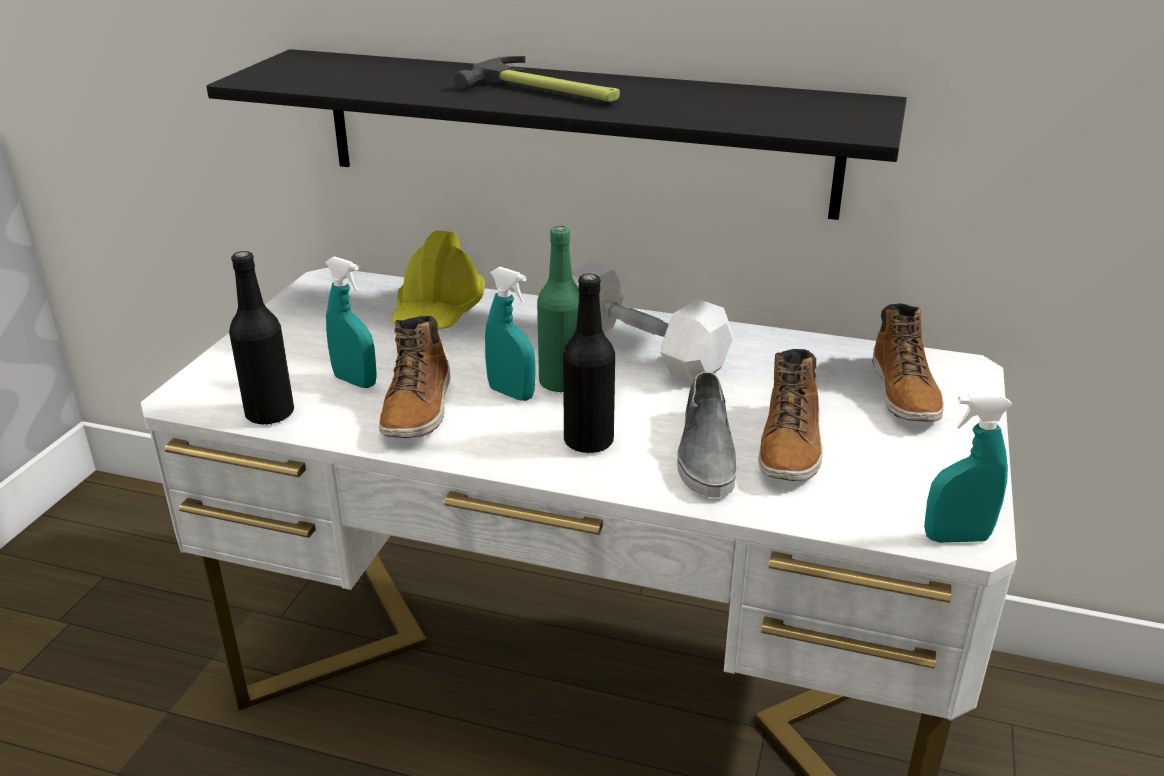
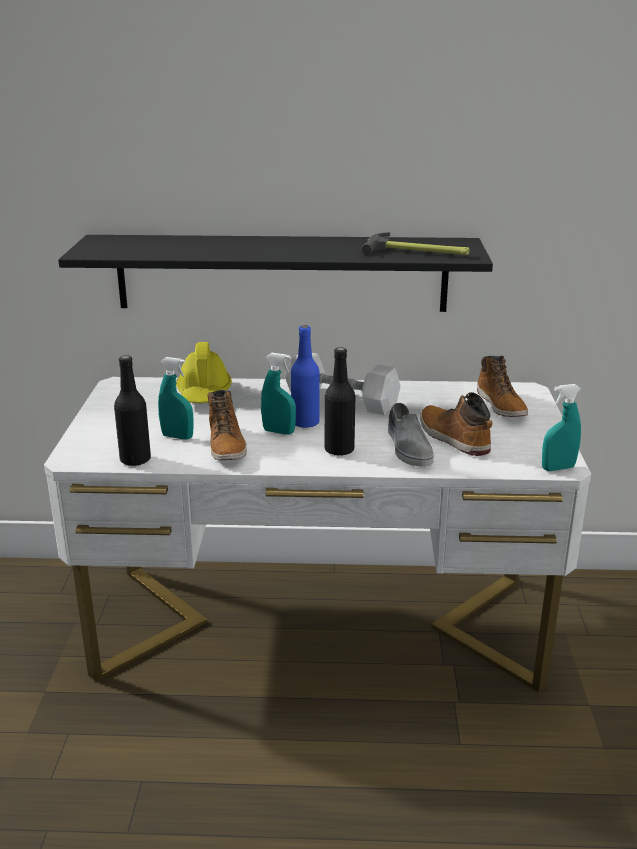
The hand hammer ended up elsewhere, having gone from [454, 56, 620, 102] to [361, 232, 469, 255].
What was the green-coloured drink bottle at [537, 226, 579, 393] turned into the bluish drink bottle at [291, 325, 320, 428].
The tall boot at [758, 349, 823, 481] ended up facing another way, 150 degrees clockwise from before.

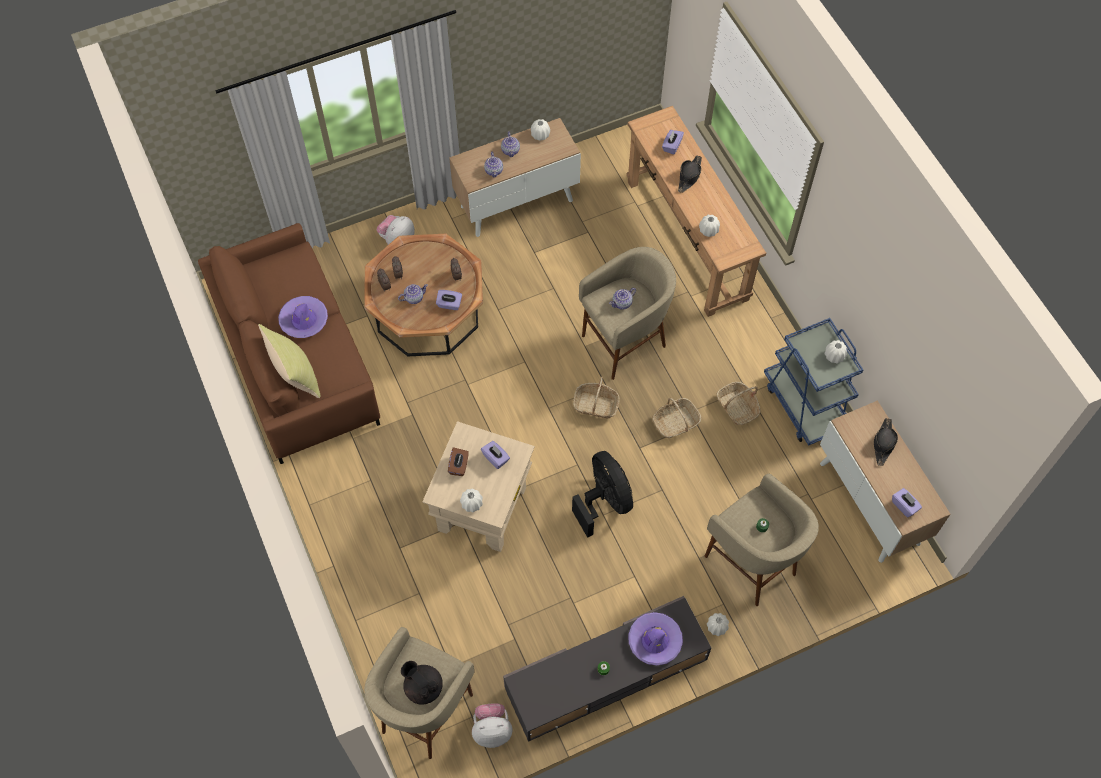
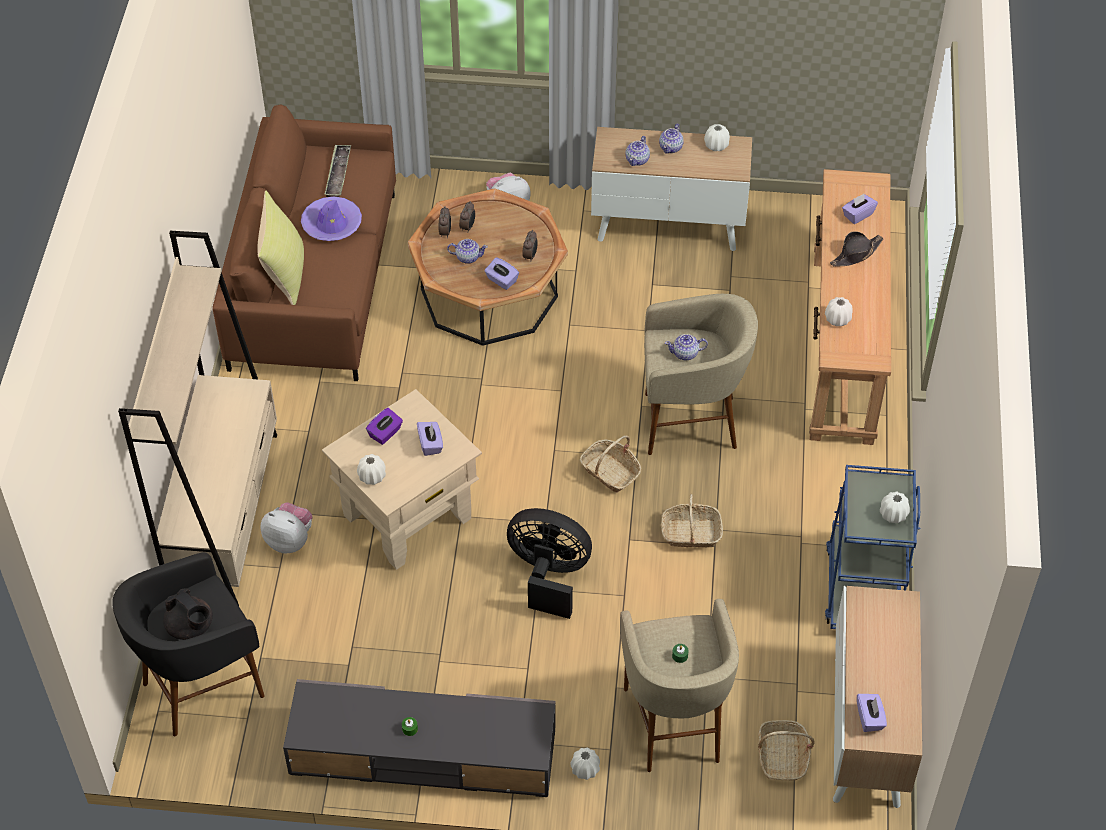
The basket ended up elsewhere, having gone from [716, 382, 761, 425] to [758, 720, 815, 781].
The second view lost the black hat at [874, 418, 898, 466].
What was the brown-coloured tissue box at [448, 447, 469, 476] turned into the purple tissue box at [366, 408, 403, 445].
The black electric fan at [572, 451, 633, 538] ended up facing another way, 75 degrees counterclockwise from before.
The second view lost the purple hat at [628, 612, 683, 665].
What was the beige stool at [364, 627, 475, 759] turned into the black stool at [112, 552, 264, 736].
The black teapot at [401, 661, 443, 704] ended up facing another way, 150 degrees clockwise from before.
The cuddly toy ended up elsewhere, having gone from [472, 703, 512, 748] to [260, 503, 312, 553].
The second view gained the tray at [324, 144, 351, 197].
The second view gained the beige bookshelf at [118, 231, 277, 606].

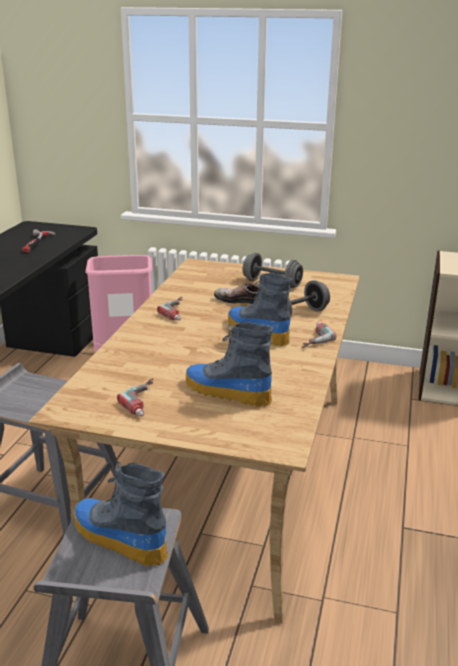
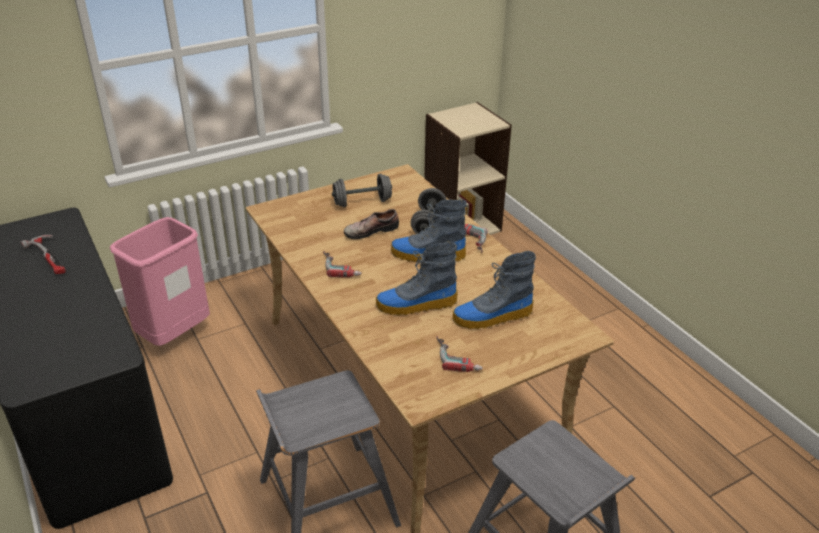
The tall boot ended up elsewhere, having gone from [74, 461, 168, 566] to [376, 241, 458, 316].

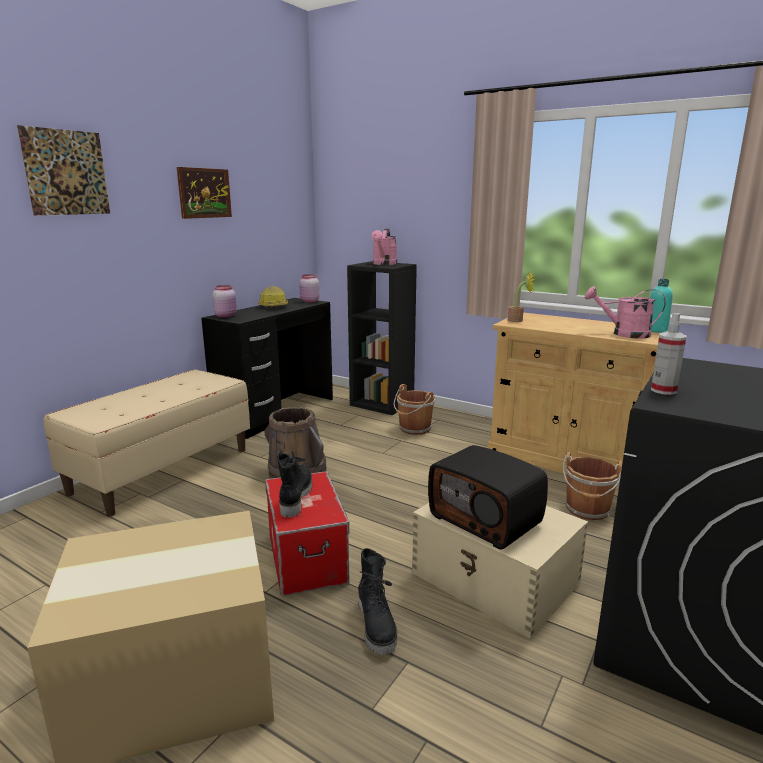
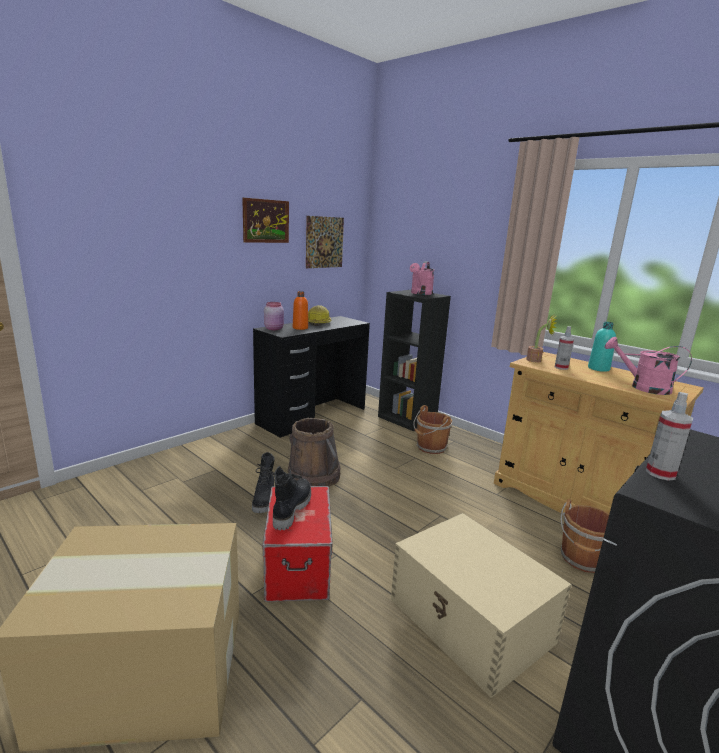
The picture ended up elsewhere, having gone from [17, 125, 110, 215] to [306, 216, 344, 268].
The second view lost the pink preserve jar at [299, 274, 320, 303].
The blue-green drink bottle ended up elsewhere, having gone from [650, 279, 673, 333] to [588, 322, 616, 372].
The second view lost the beige long seat at [44, 369, 250, 517].
The second view lost the radio set at [428, 445, 548, 550].
The black tall boot ended up elsewhere, having gone from [358, 548, 397, 655] to [252, 452, 275, 513].
The second view gained the orange-coloured drink bottle at [293, 291, 308, 330].
The second view gained the hand sprayer at [555, 326, 574, 370].

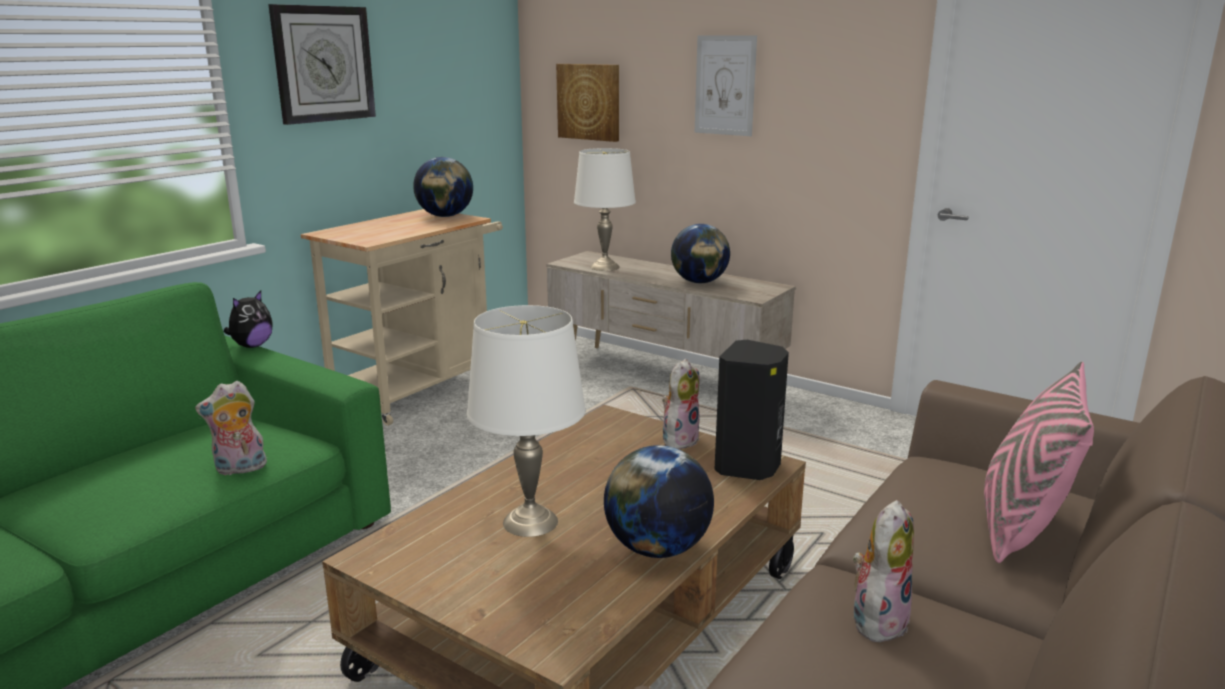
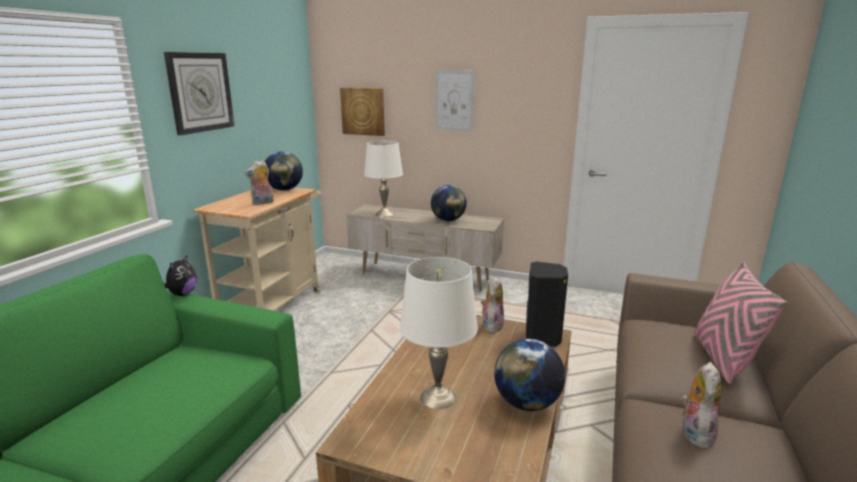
The cuddly toy ended up elsewhere, having gone from [195, 381, 267, 475] to [245, 161, 274, 205].

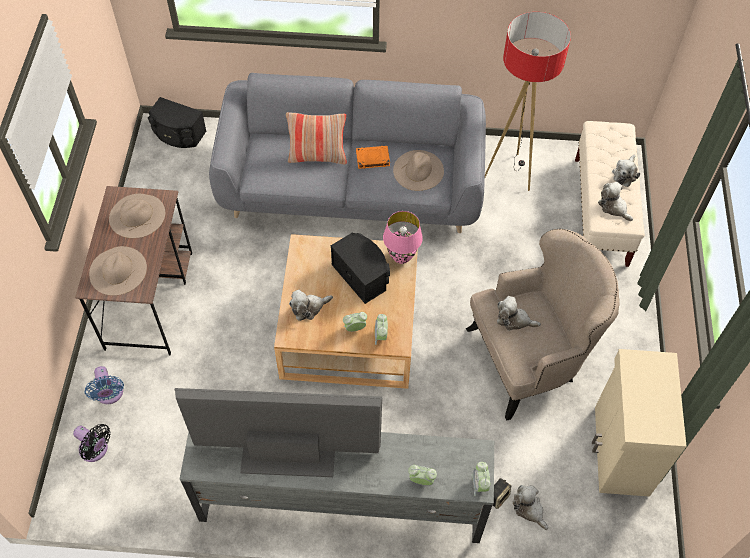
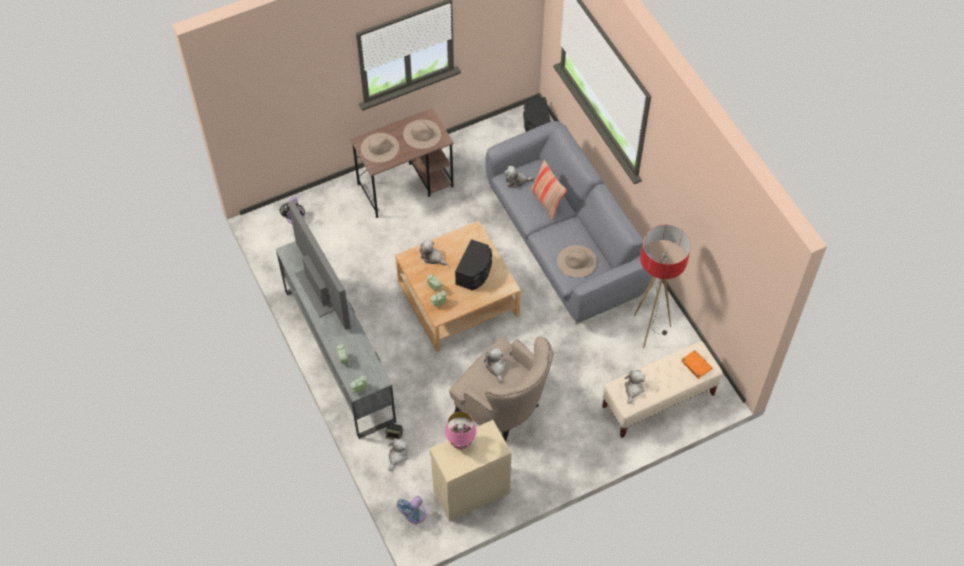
The orange-coloured bound book ended up elsewhere, having gone from [356, 146, 390, 169] to [681, 350, 712, 379].
The cuddly toy ended up elsewhere, having gone from [612, 155, 640, 187] to [504, 166, 535, 188].
The pink tabletop lamp ended up elsewhere, having gone from [383, 211, 423, 264] to [445, 411, 476, 450].
The bluish electric fan ended up elsewhere, having gone from [84, 366, 124, 404] to [397, 496, 426, 524].

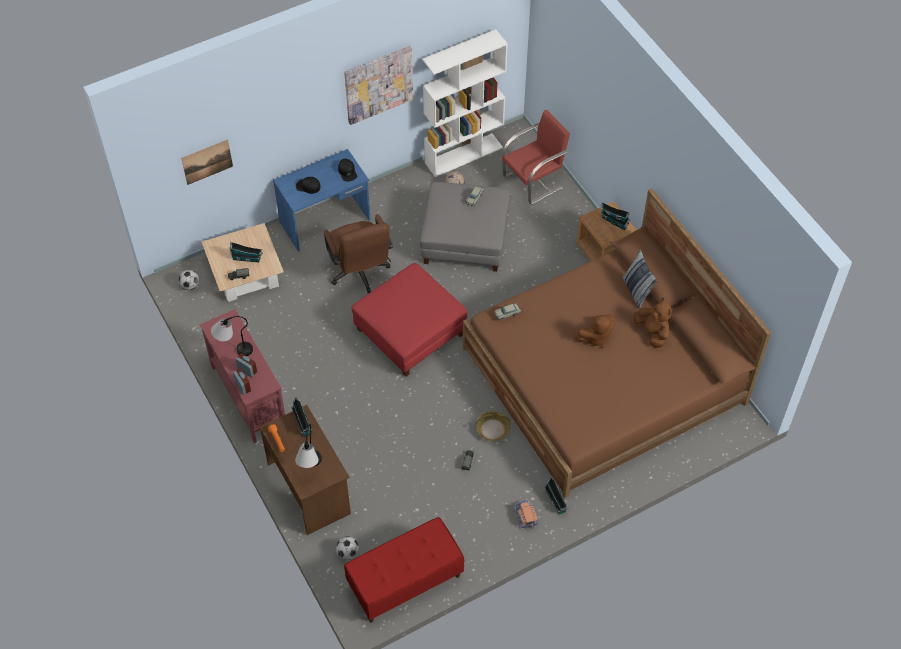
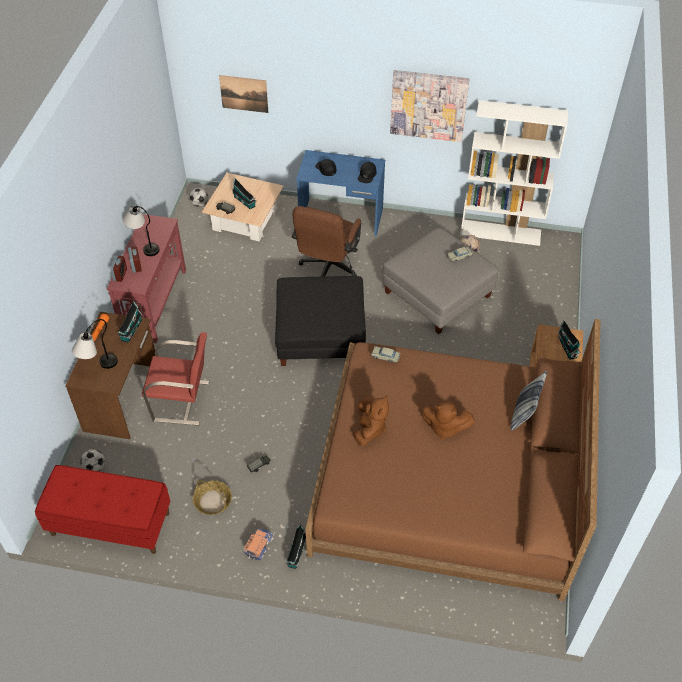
The red-coloured chair ended up elsewhere, having gone from [502, 110, 570, 205] to [142, 332, 209, 425].
What was the red-coloured ottoman at [351, 263, 467, 377] turned into the black ottoman at [275, 276, 366, 366].
The brown-coloured cuddly toy ended up elsewhere, having gone from [634, 297, 672, 348] to [354, 395, 389, 446].
The basket ended up elsewhere, having gone from [476, 411, 511, 441] to [193, 480, 232, 515].

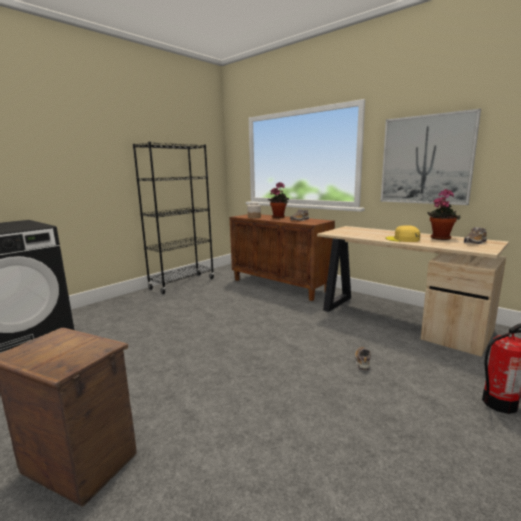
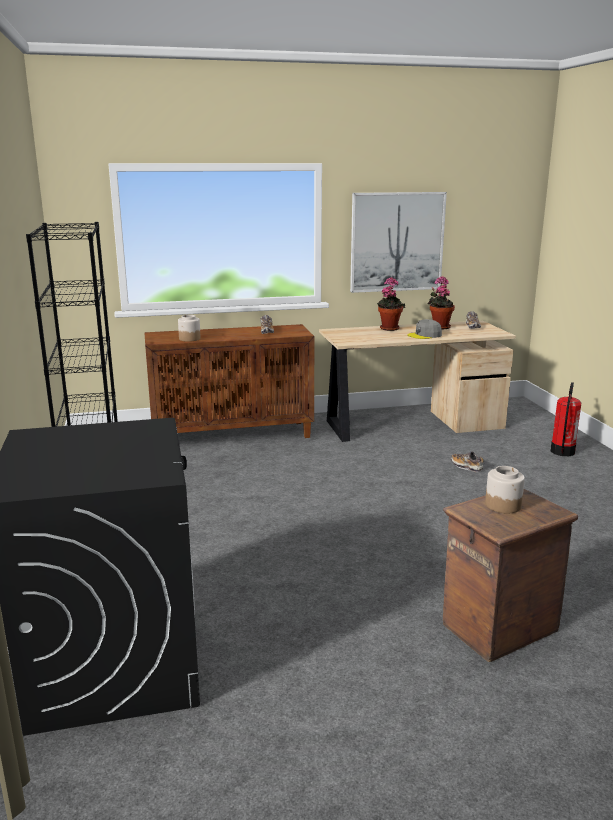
The houseplant ended up elsewhere, having gone from [268, 182, 289, 218] to [377, 277, 405, 331].
What was the yellow-coloured cap at [386, 225, 420, 242] turned into the grey cap at [407, 319, 442, 339].
The second view gained the preserve jar at [485, 466, 525, 513].

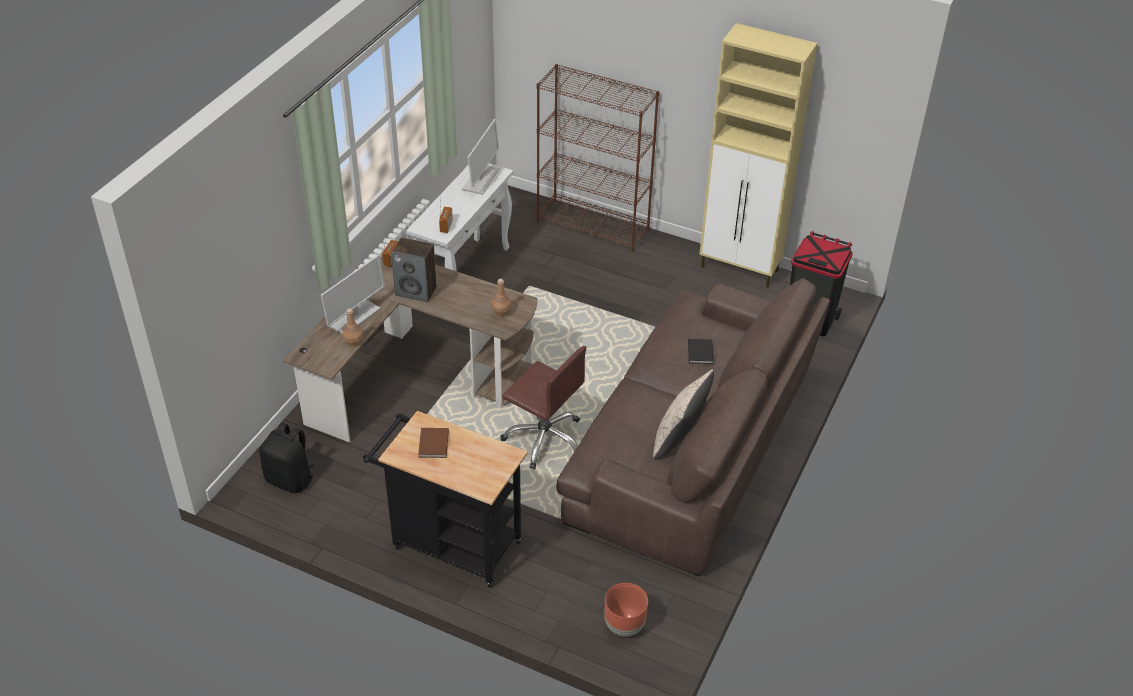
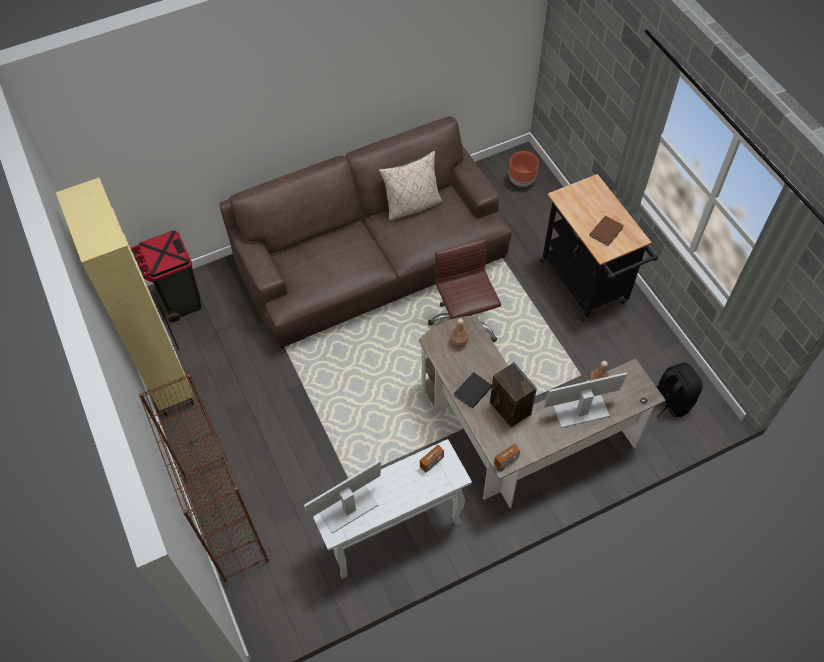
The black bound book ended up elsewhere, having gone from [688, 339, 714, 364] to [454, 372, 492, 408].

